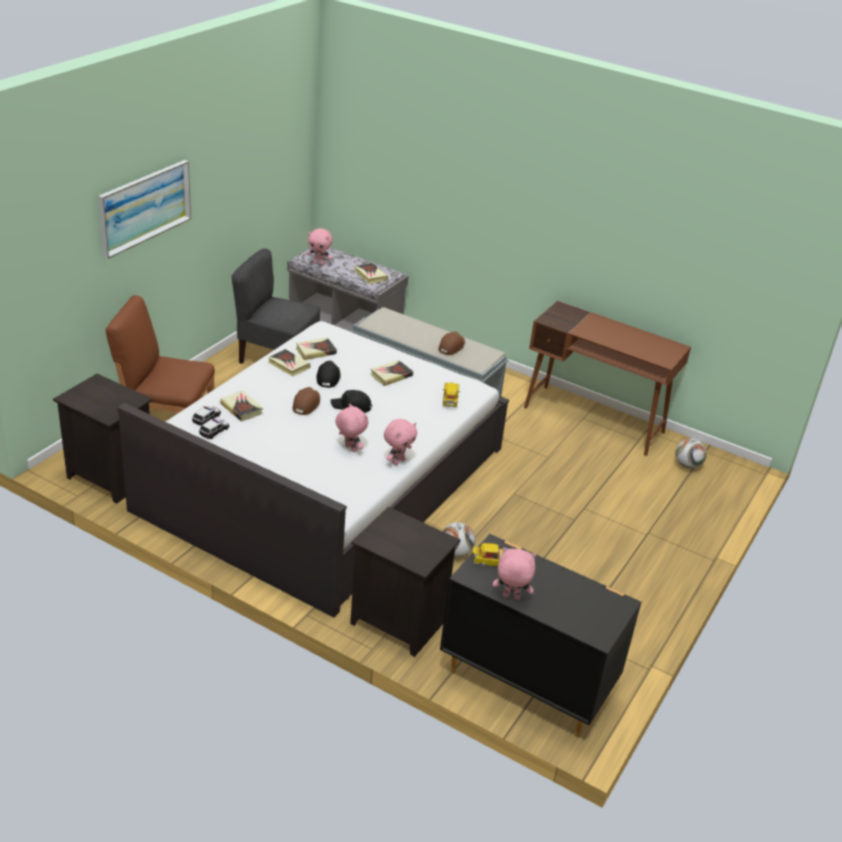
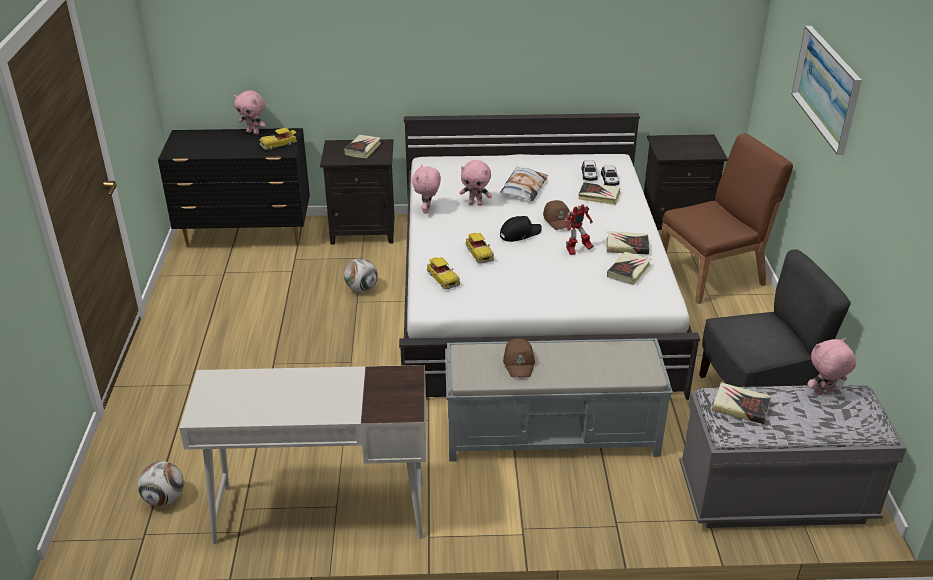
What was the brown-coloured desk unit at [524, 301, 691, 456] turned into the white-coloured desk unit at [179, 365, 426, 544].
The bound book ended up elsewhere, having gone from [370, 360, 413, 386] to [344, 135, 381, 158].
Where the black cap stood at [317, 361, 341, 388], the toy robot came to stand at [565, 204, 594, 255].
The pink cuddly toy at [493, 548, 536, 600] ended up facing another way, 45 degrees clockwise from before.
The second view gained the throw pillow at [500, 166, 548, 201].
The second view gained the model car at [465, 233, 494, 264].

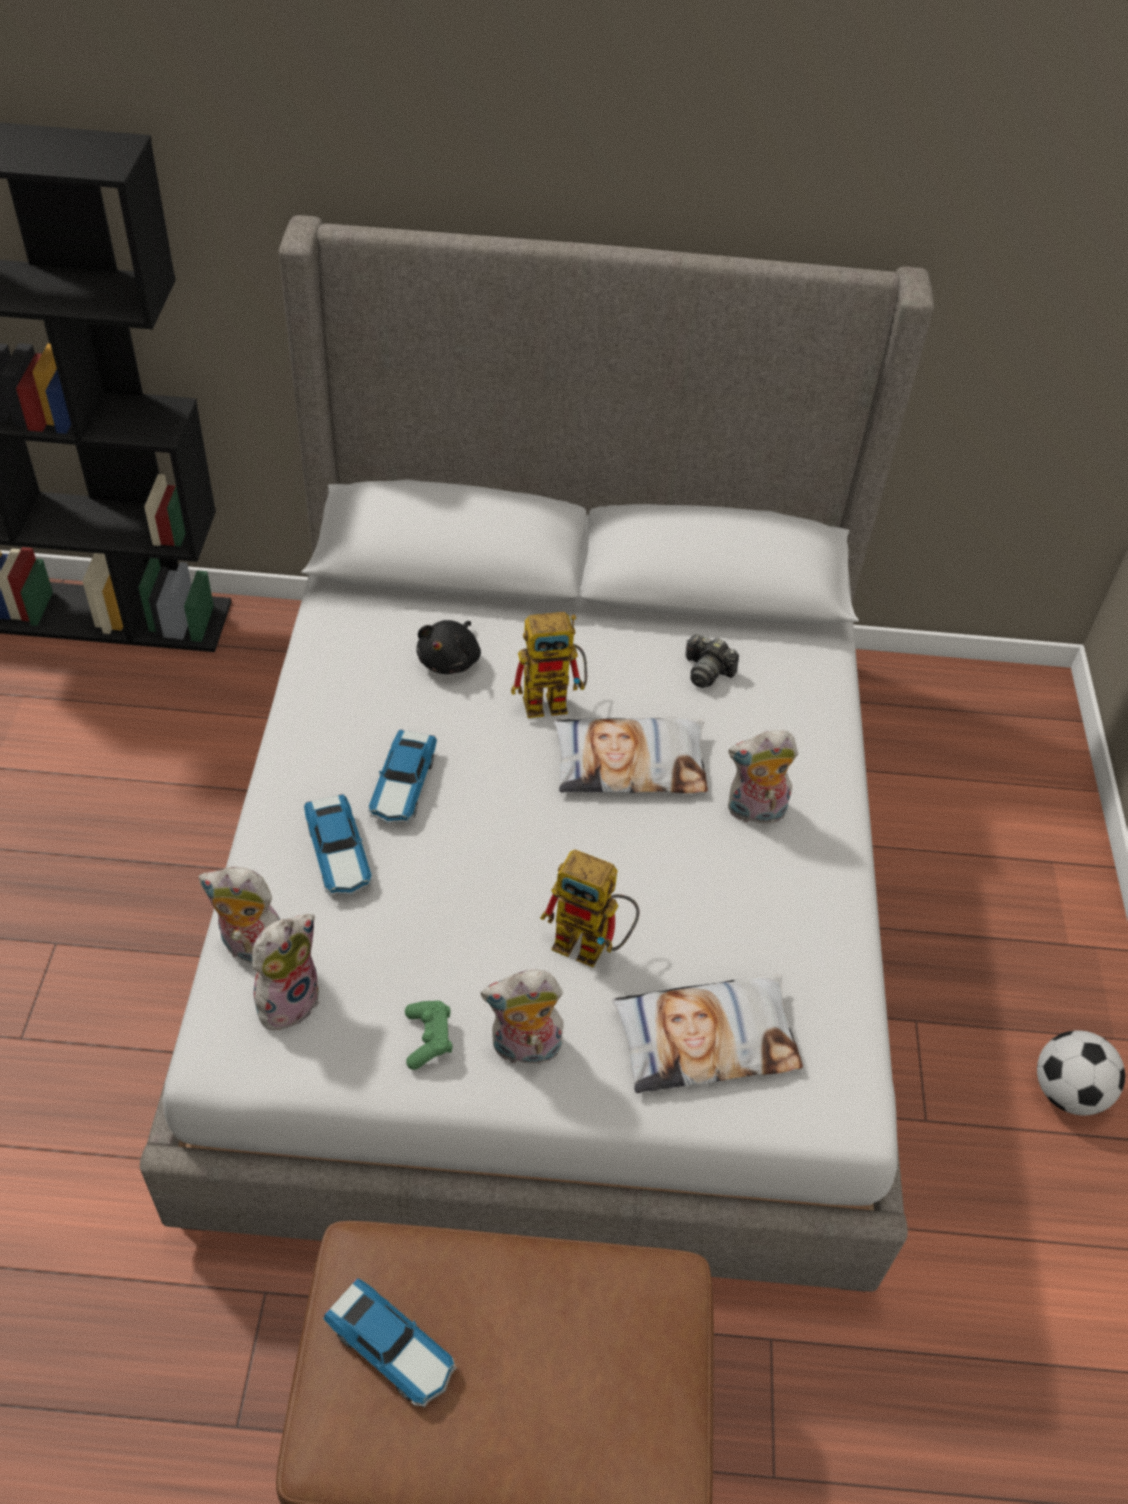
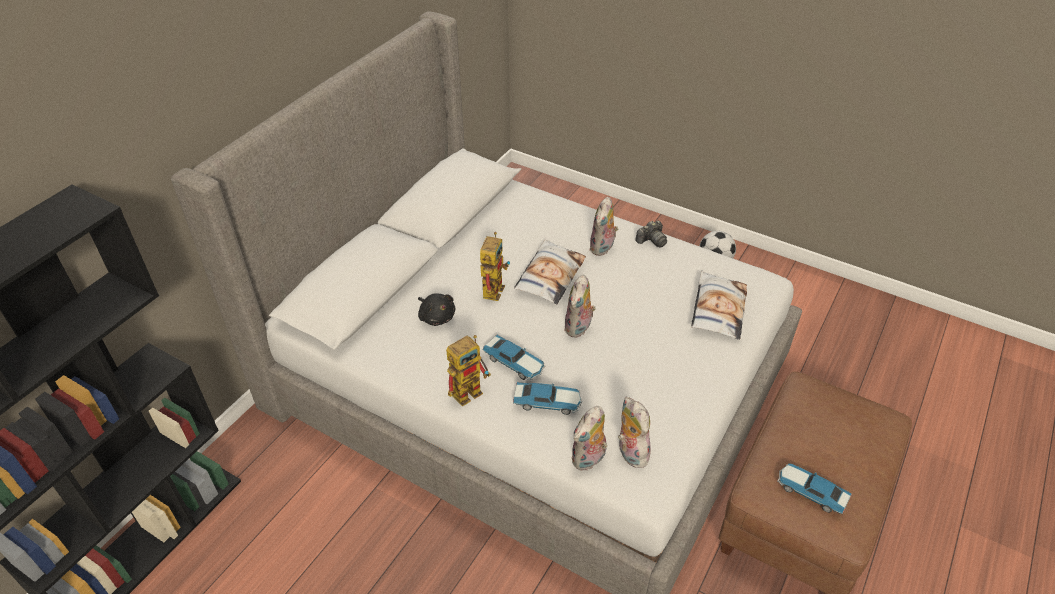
The still camera ended up elsewhere, having gone from [685, 634, 739, 688] to [635, 221, 667, 248].
The toy robot ended up elsewhere, having gone from [540, 849, 639, 967] to [446, 335, 491, 406].
The cuddly toy ended up elsewhere, having gone from [481, 970, 564, 1070] to [564, 275, 596, 338].
The second view lost the green-coloured gamepad at [405, 1000, 453, 1070].
The model car at [323, 1278, 457, 1407] ended up facing another way, 120 degrees counterclockwise from before.

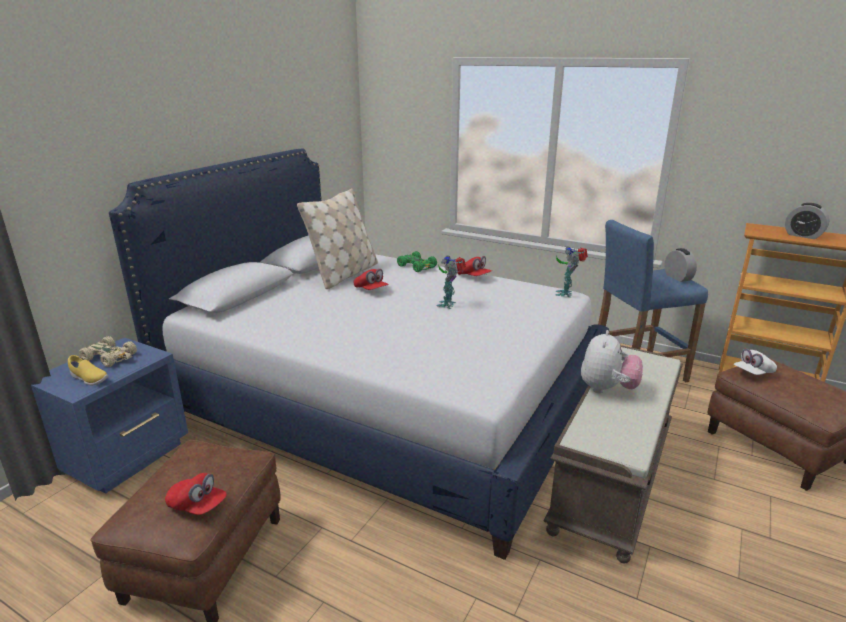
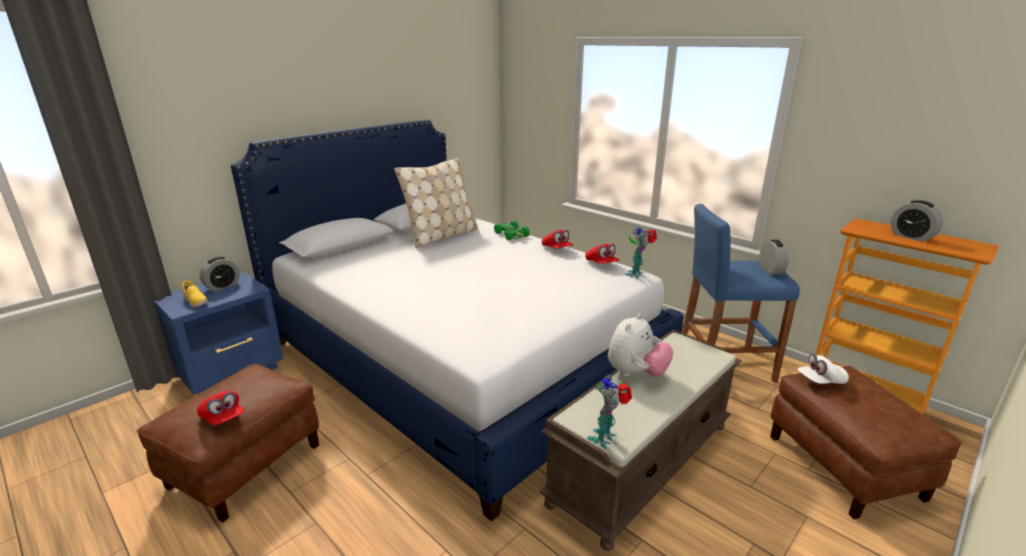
The toy robot ended up elsewhere, having gone from [436, 255, 466, 309] to [587, 374, 632, 449].
The red-coloured cap ended up elsewhere, having gone from [353, 269, 389, 290] to [585, 244, 620, 264].
Where the beige model car stood at [79, 336, 137, 367], the table clock came to stand at [200, 257, 240, 292].

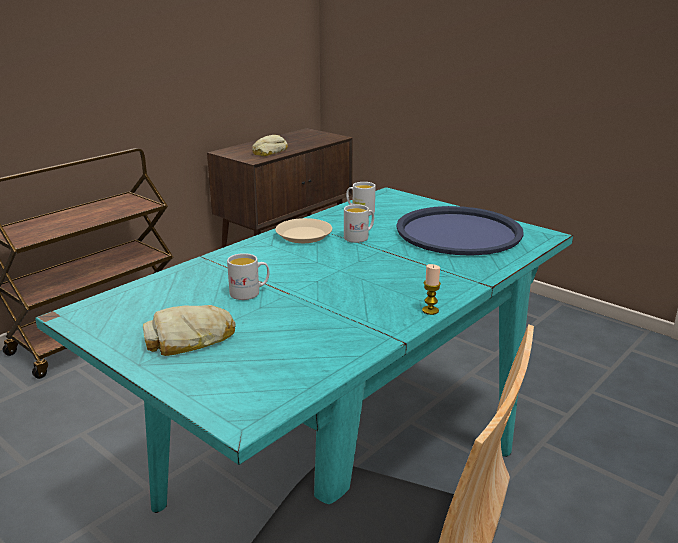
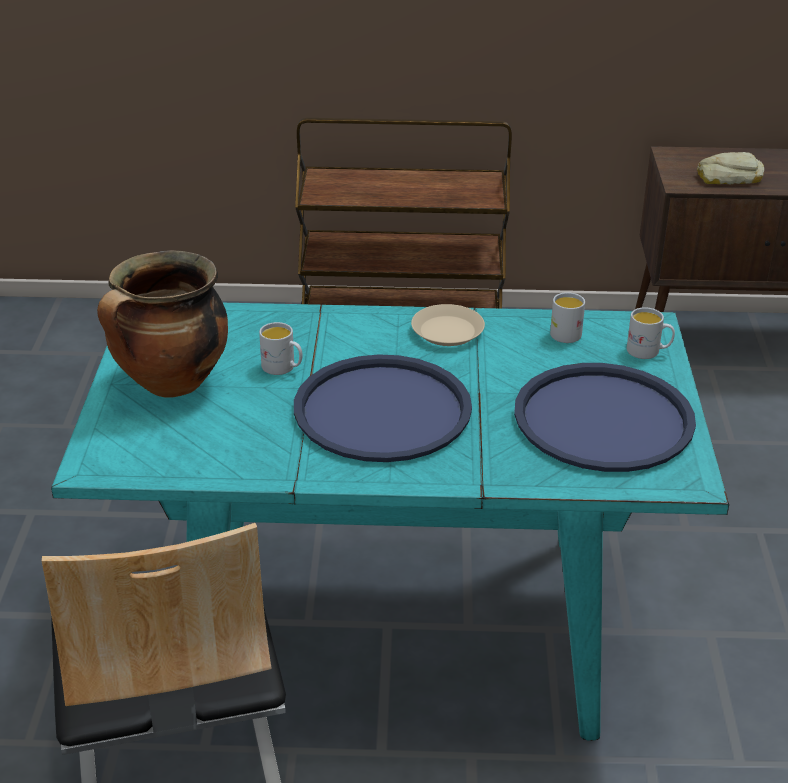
The white-coloured coffee mug ended up elsewhere, having gone from [344, 204, 374, 243] to [627, 307, 675, 359].
The second view lost the wax candle at [422, 264, 441, 315].
Where the bakery bread stood at [143, 305, 236, 356], the stockpot came to stand at [97, 250, 228, 398].
The second view gained the bluish tray at [294, 354, 472, 462].

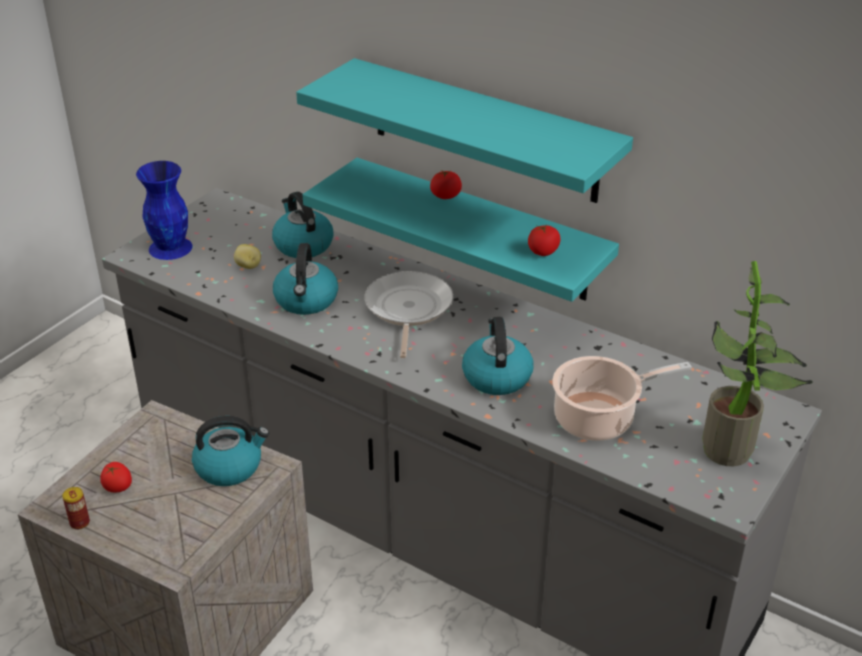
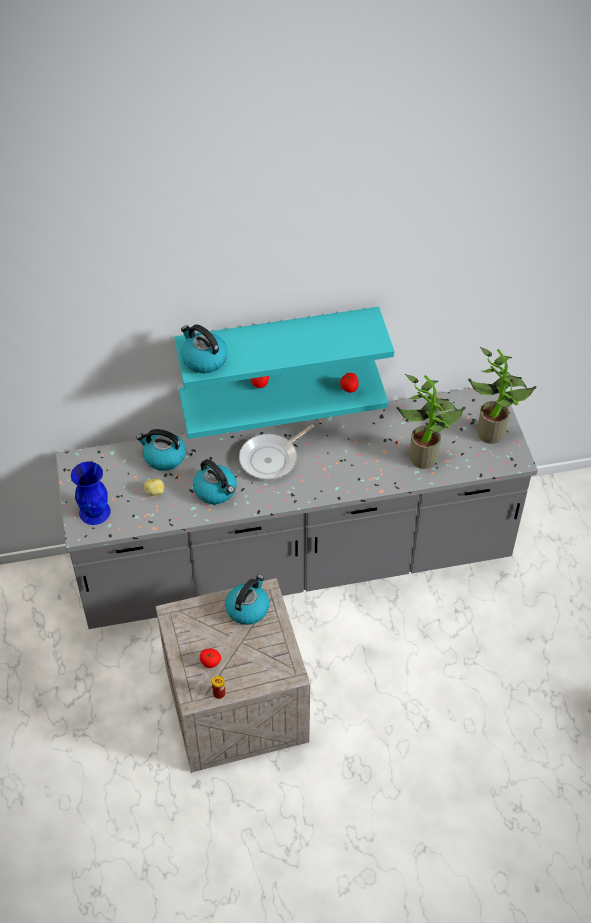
The pan at [364, 271, 453, 358] ended up facing another way, 90 degrees counterclockwise from before.
The tea kettle ended up elsewhere, having gone from [462, 317, 534, 395] to [181, 325, 228, 373].
Where the stockpot stood at [552, 356, 692, 441], the houseplant came to stand at [396, 374, 466, 469].

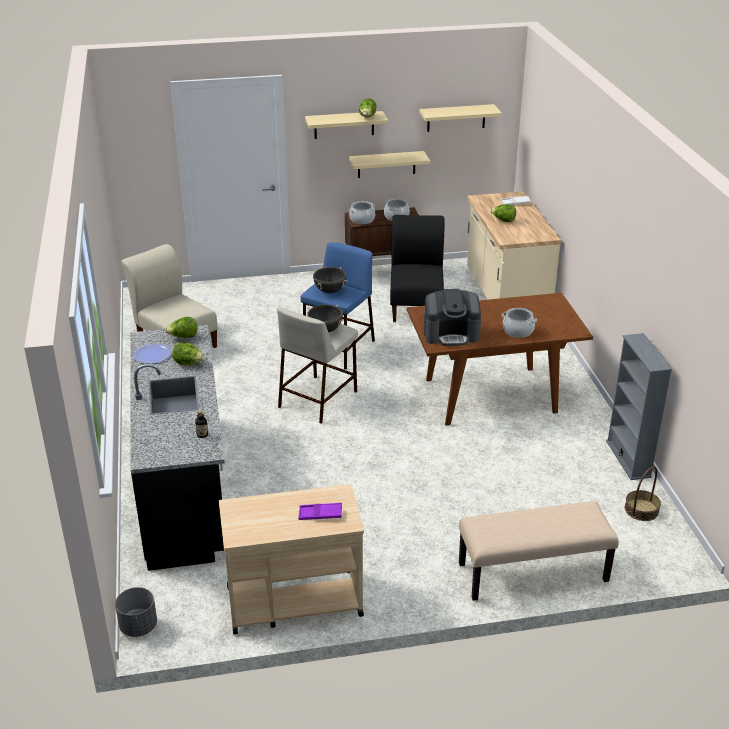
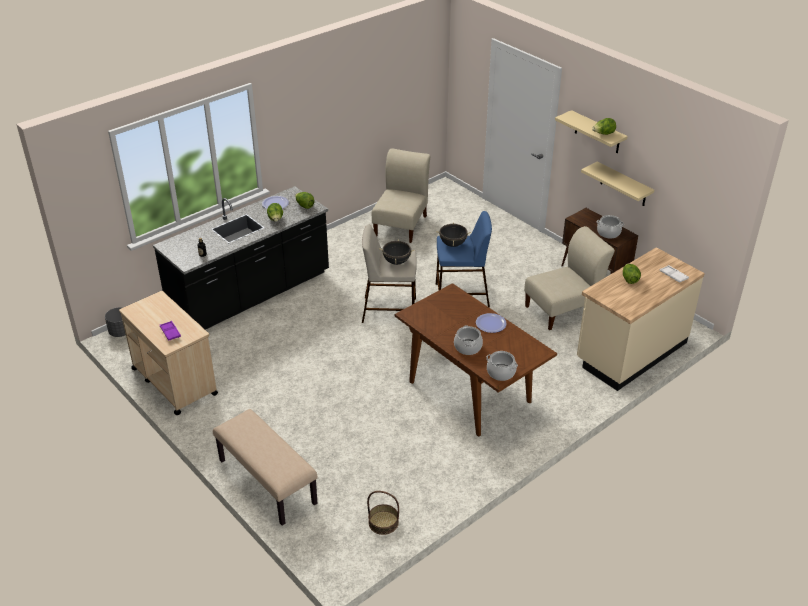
The second view lost the beige shelf at [419, 104, 502, 132].
The stockpot ended up elsewhere, having gone from [349, 201, 375, 224] to [486, 351, 518, 381].
What was the black chair at [390, 215, 445, 322] turned into the beige chair at [524, 226, 615, 330].
The second view lost the coffee machine at [423, 289, 481, 346].
The second view lost the grey bookshelf at [606, 333, 672, 480].
The second view gained the dinner plate at [476, 313, 507, 333].

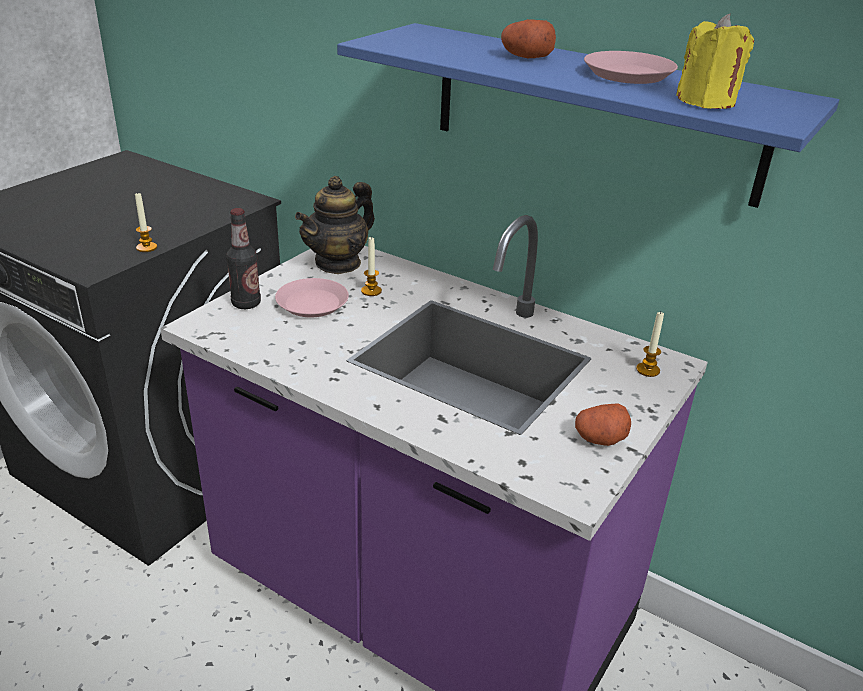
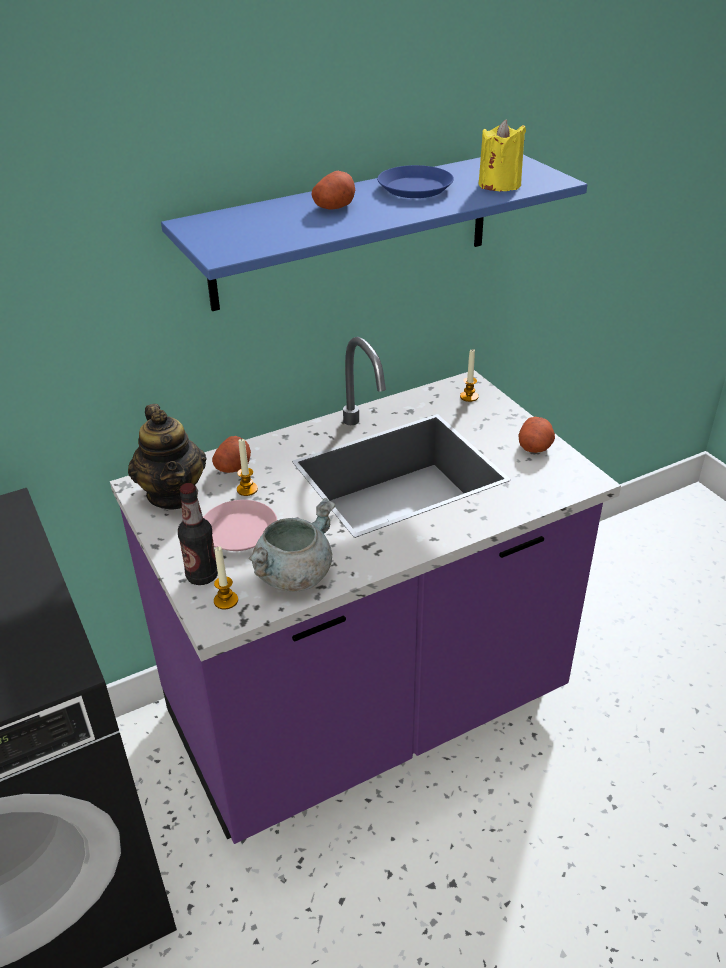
What was the pink dinner plate at [584, 51, 678, 84] turned into the bluish dinner plate at [377, 165, 454, 198].
The wax candle ended up elsewhere, having gone from [135, 191, 157, 252] to [214, 547, 238, 610].
The second view gained the spud at [212, 436, 251, 473].
The second view gained the grey stockpot at [249, 498, 335, 592].

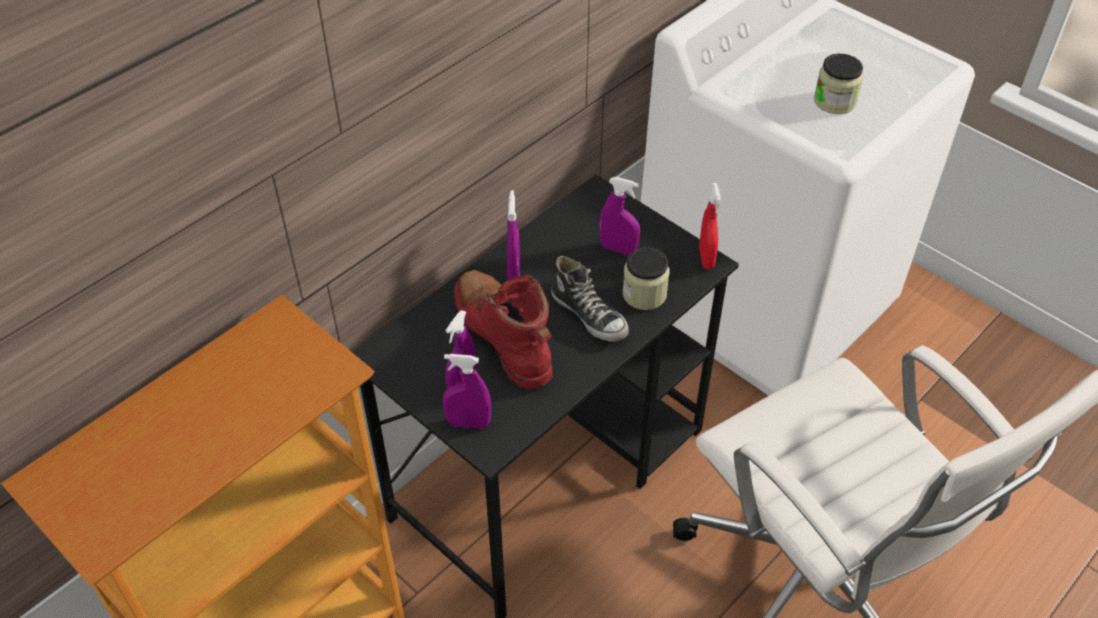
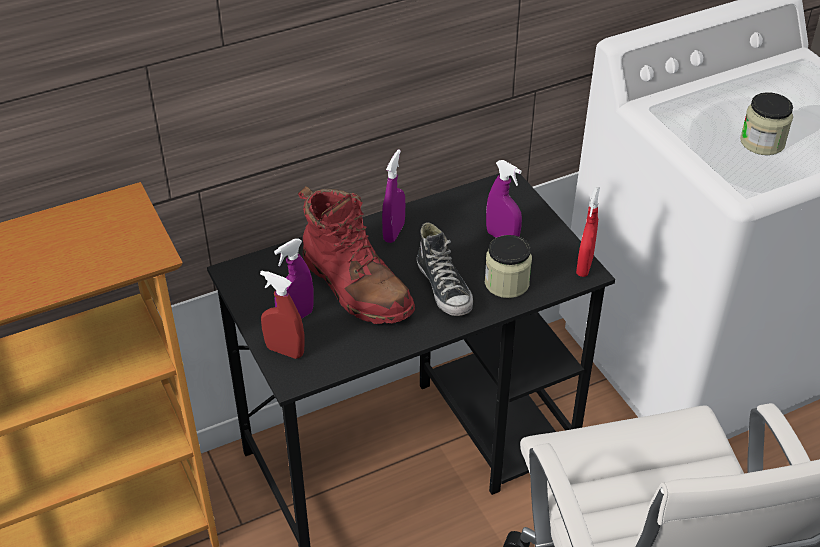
The red-coloured tall boot at [454, 270, 553, 390] ended up facing another way, 150 degrees clockwise from before.
What was the purple hand sprayer at [443, 354, 491, 428] turned into the red-coloured hand sprayer at [260, 270, 305, 359].

